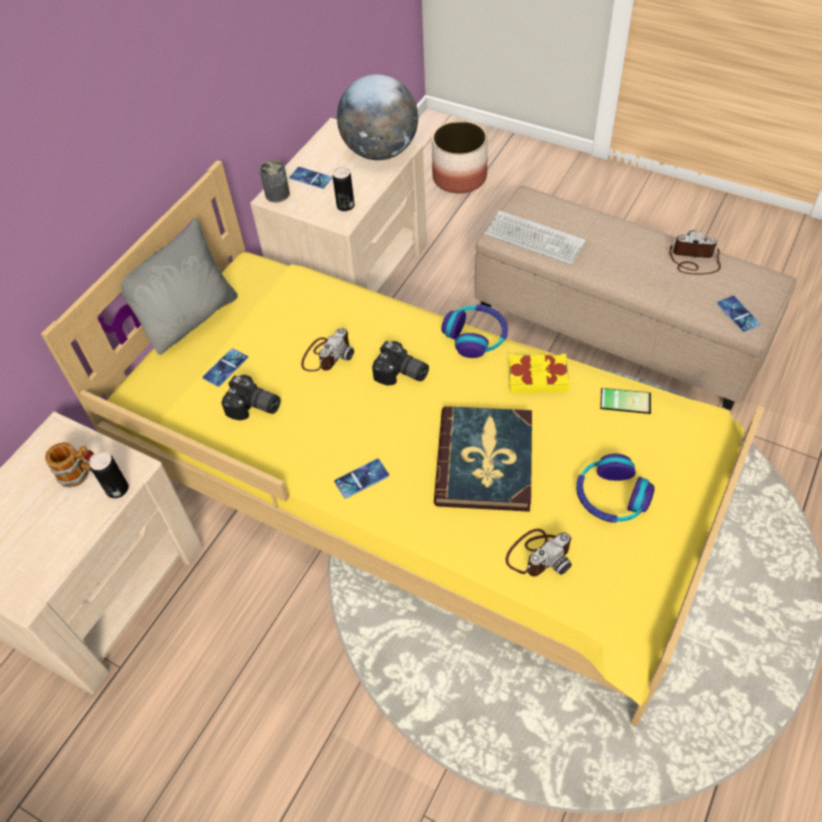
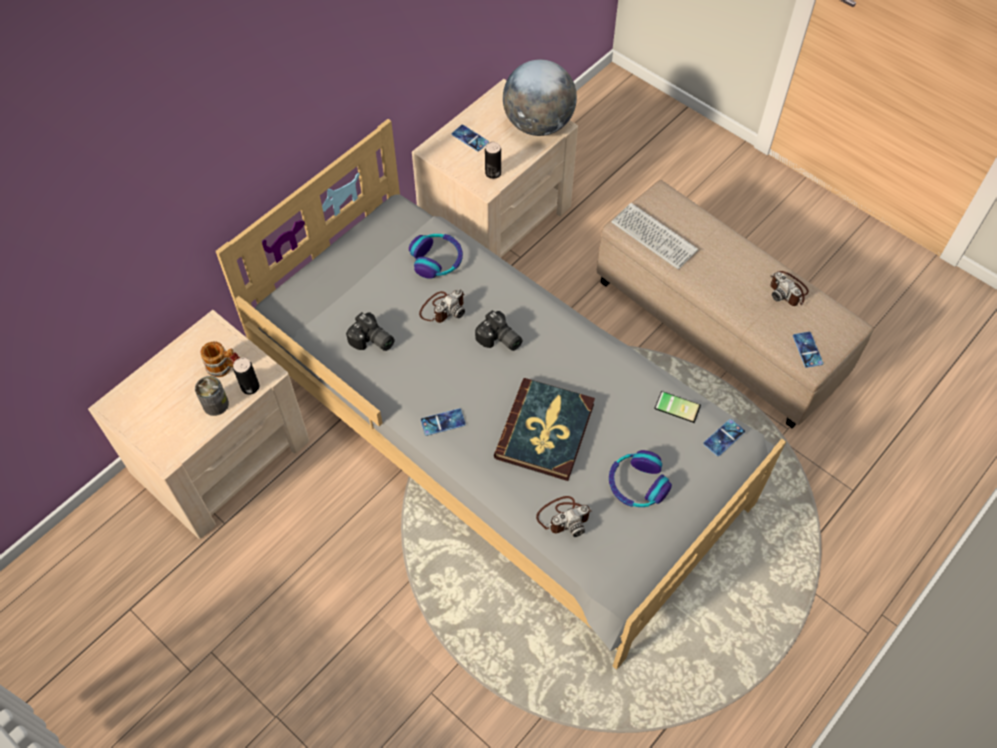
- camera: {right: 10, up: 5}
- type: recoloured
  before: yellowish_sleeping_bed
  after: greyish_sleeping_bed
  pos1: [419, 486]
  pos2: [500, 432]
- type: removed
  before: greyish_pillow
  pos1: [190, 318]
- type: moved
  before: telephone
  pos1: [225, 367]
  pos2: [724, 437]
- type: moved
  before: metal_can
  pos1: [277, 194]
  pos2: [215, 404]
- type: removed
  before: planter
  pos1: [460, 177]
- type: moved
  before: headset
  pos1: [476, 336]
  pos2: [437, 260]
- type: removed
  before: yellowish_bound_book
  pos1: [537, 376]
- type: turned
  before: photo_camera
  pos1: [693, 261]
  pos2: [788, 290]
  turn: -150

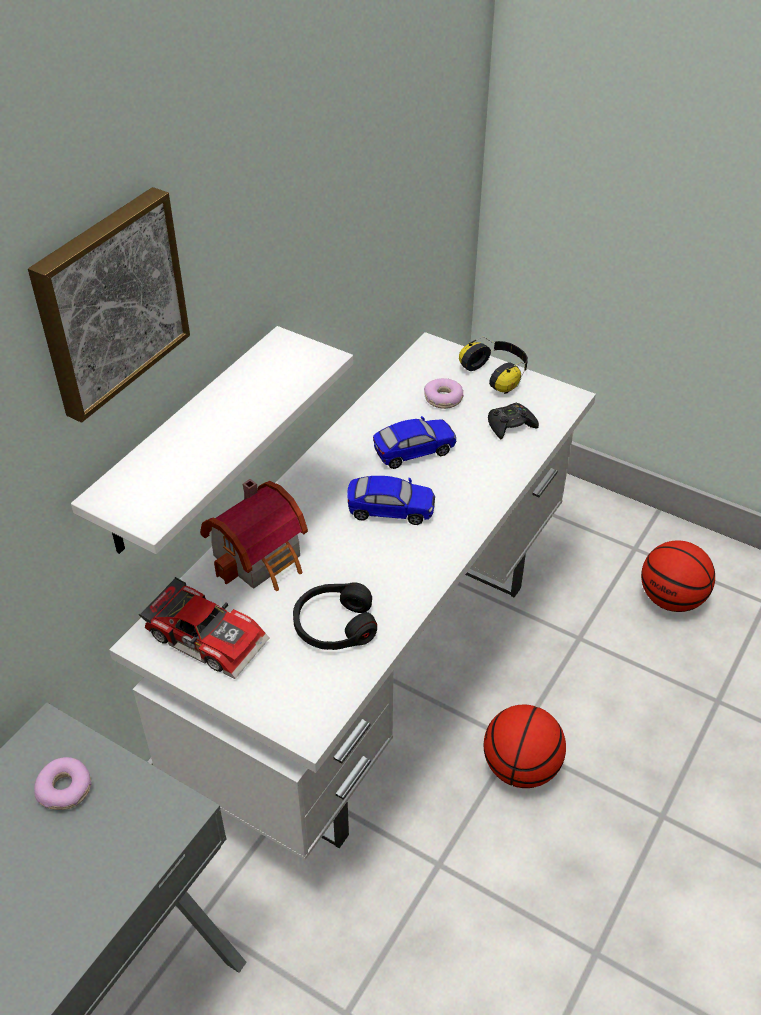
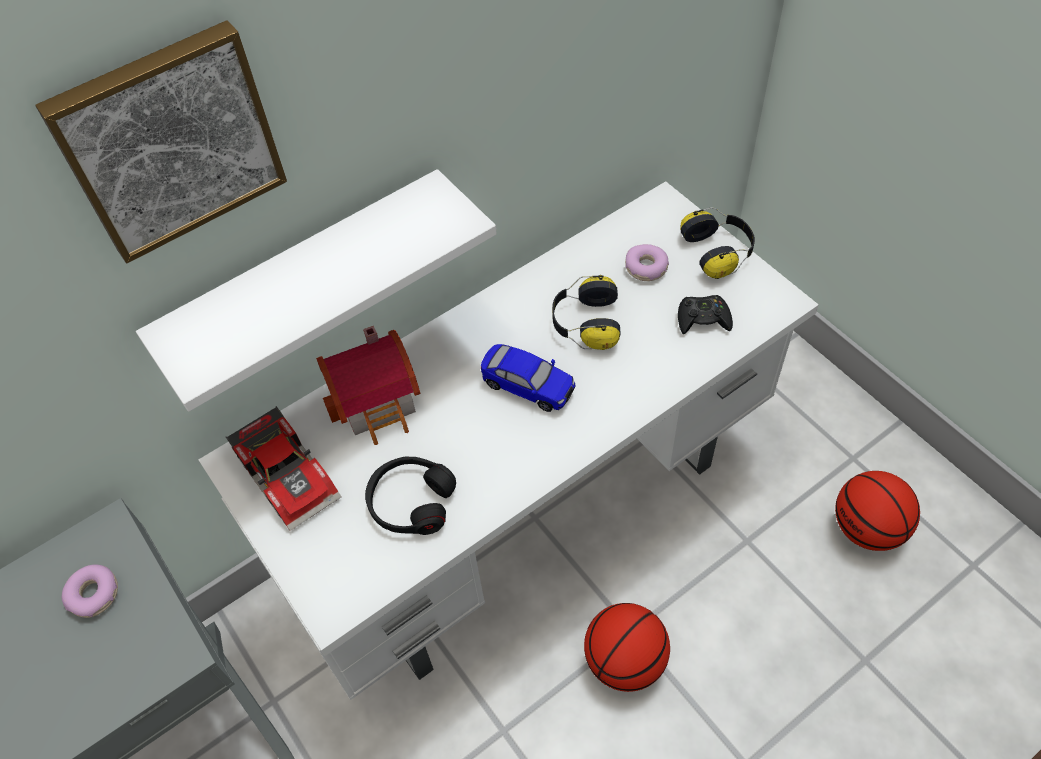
- camera: {right: 25, up: 10}
- type: replaced
  before: miniature_car
  after: headset
  pos1: [414, 452]
  pos2: [585, 323]

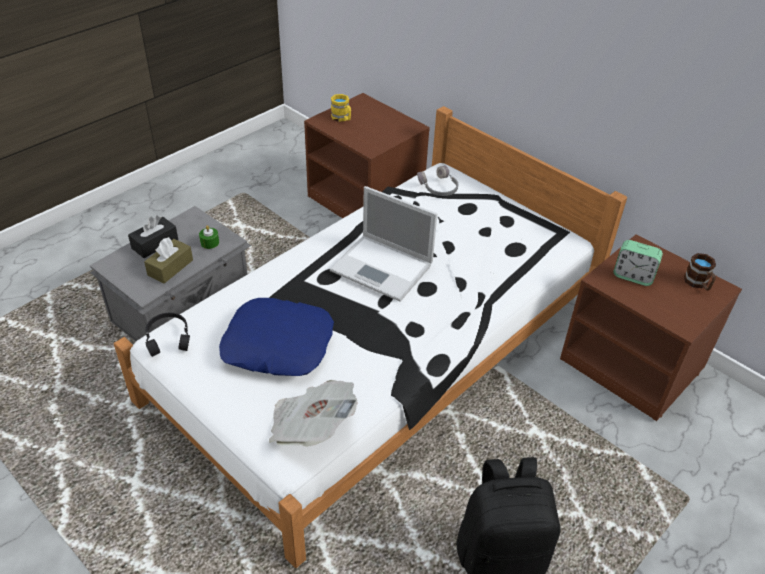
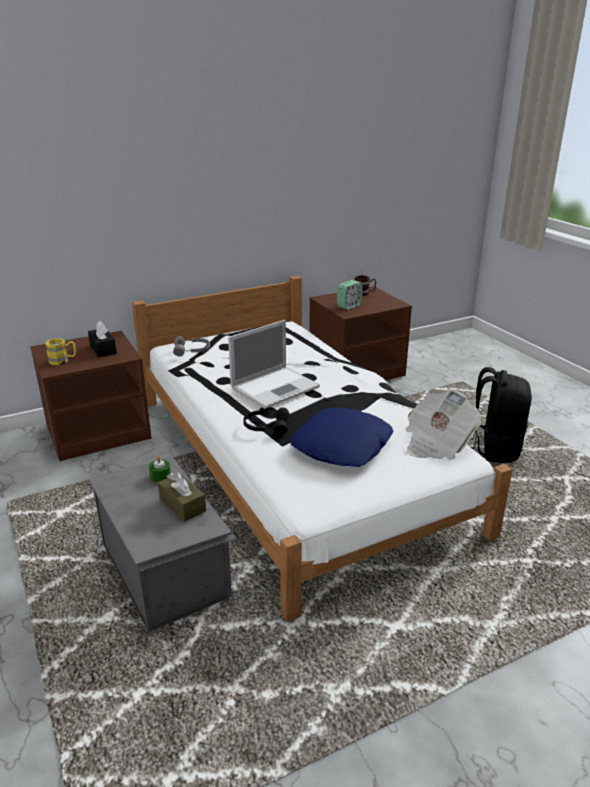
- camera: {right: -70, up: -15}
- type: moved
  before: blackish_tissue_holder
  pos1: [155, 244]
  pos2: [103, 349]
- type: moved
  before: blackish_headset
  pos1: [169, 338]
  pos2: [266, 426]

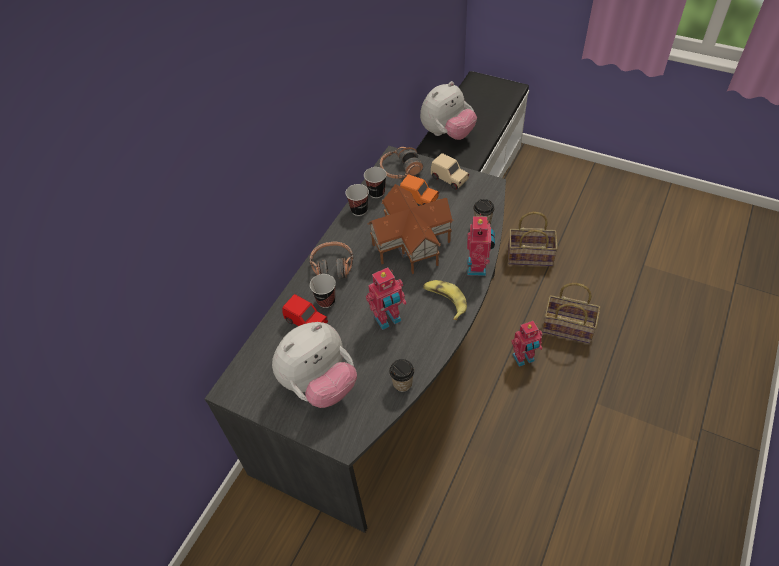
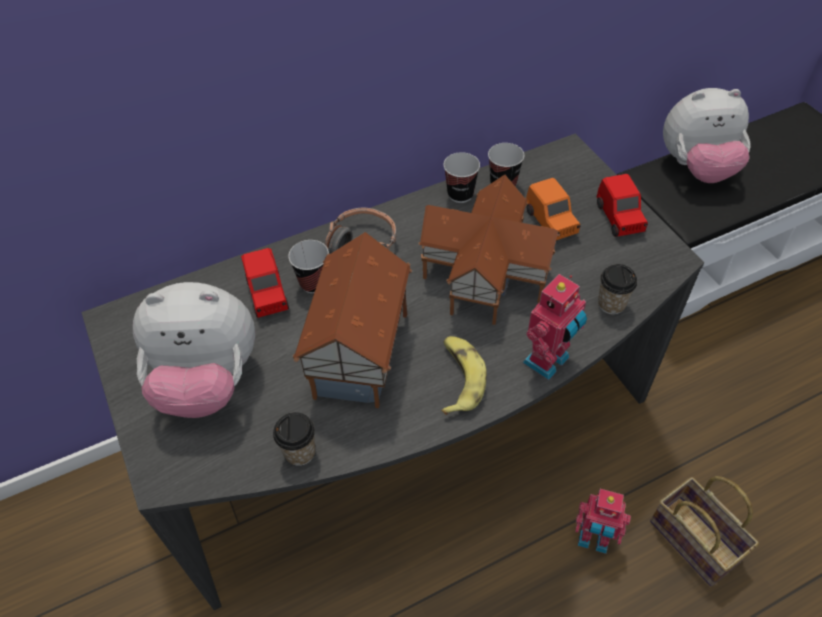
- camera: {right: 35, up: 0}
- type: replaced
  before: toy_robot
  after: miniature_house
  pos1: [388, 320]
  pos2: [363, 355]
- type: removed
  before: headset
  pos1: [400, 170]
- type: recoloured
  before: beige_miniature_car
  after: red_miniature_car
  pos1: [449, 179]
  pos2: [619, 218]
- type: removed
  before: storage_basket
  pos1: [531, 255]

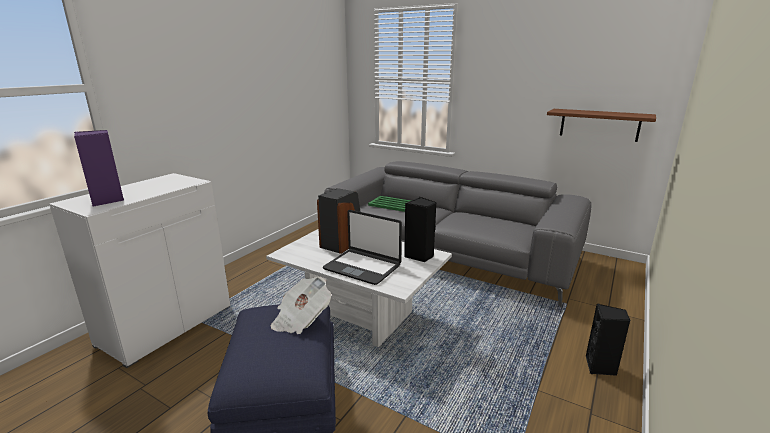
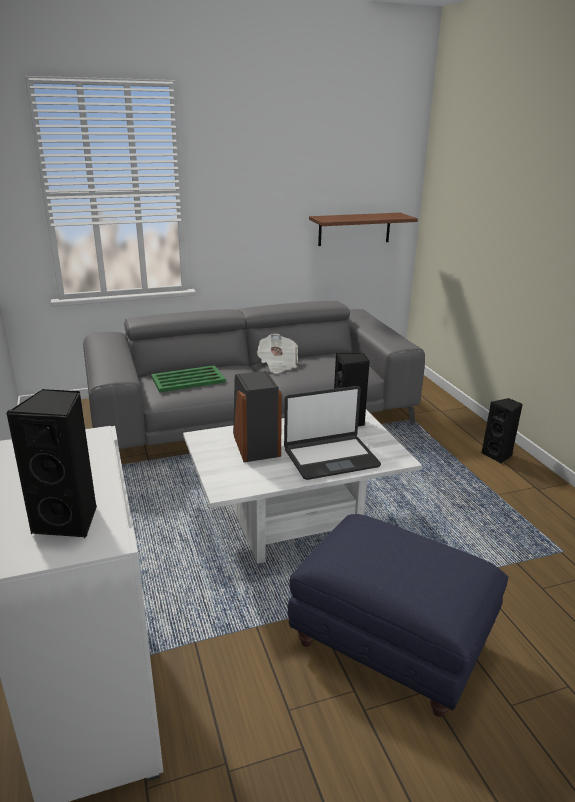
- camera: {right: -50, up: 5}
- type: recoloured
  before: purple-coloured_speaker
  after: blackish_speaker
  pos1: [107, 200]
  pos2: [69, 521]
- type: moved
  before: printed_paper
  pos1: [301, 319]
  pos2: [277, 364]

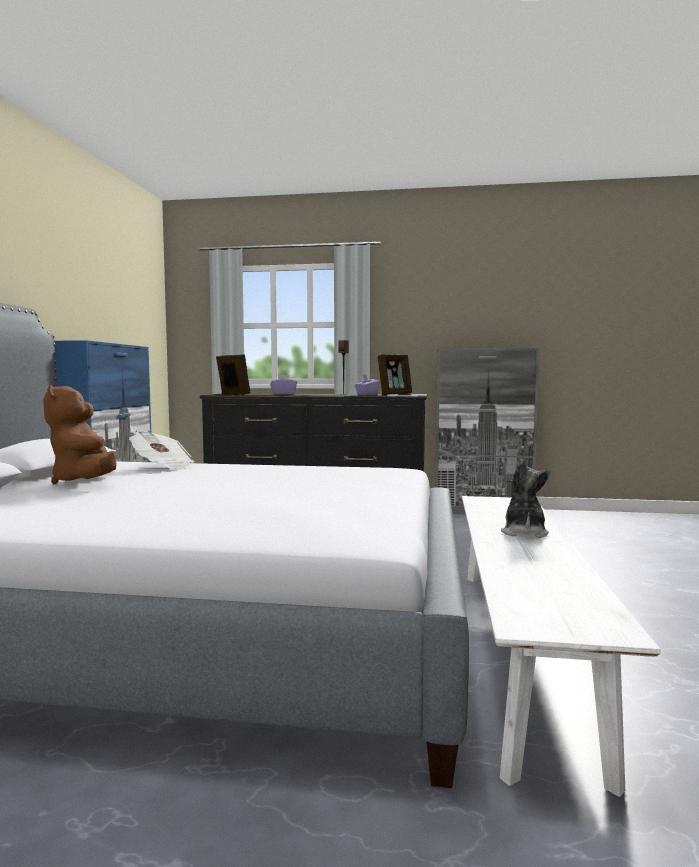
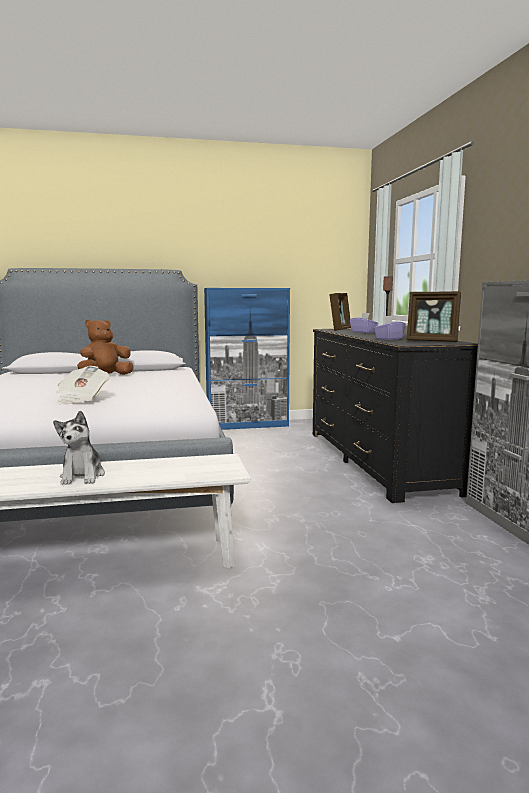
- camera: {right: 70, up: 5}
- type: moved
  before: printed_paper
  pos1: [163, 467]
  pos2: [81, 399]
- type: turned
  before: plush_toy
  pos1: [524, 532]
  pos2: [82, 476]
  turn: 90

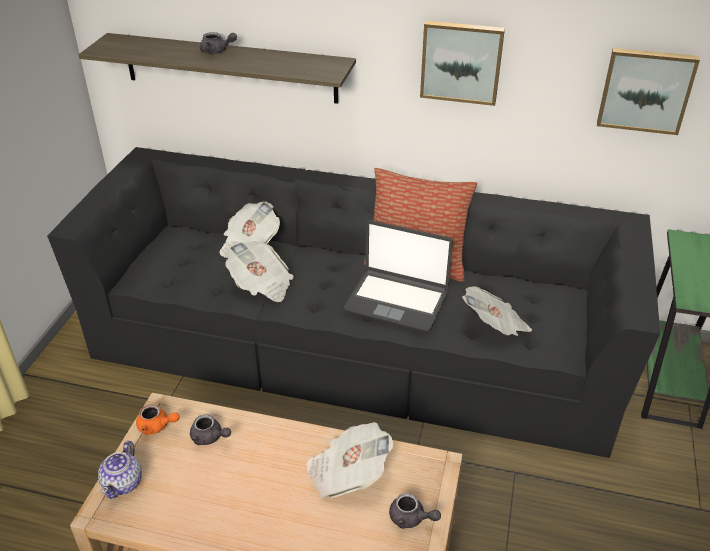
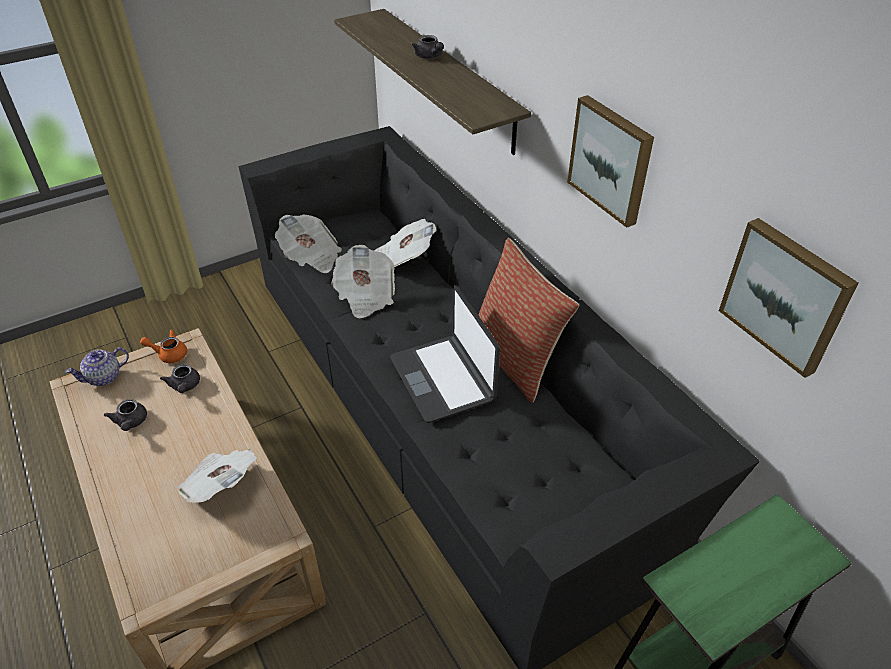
- camera: {right: 45, up: 5}
- type: turned
  before: orange_tea_pot
  pos1: [157, 426]
  pos2: [169, 354]
  turn: 120
- type: moved
  before: greyish_tea_pot
  pos1: [411, 519]
  pos2: [131, 423]
- type: moved
  before: printed_paper
  pos1: [495, 326]
  pos2: [311, 257]

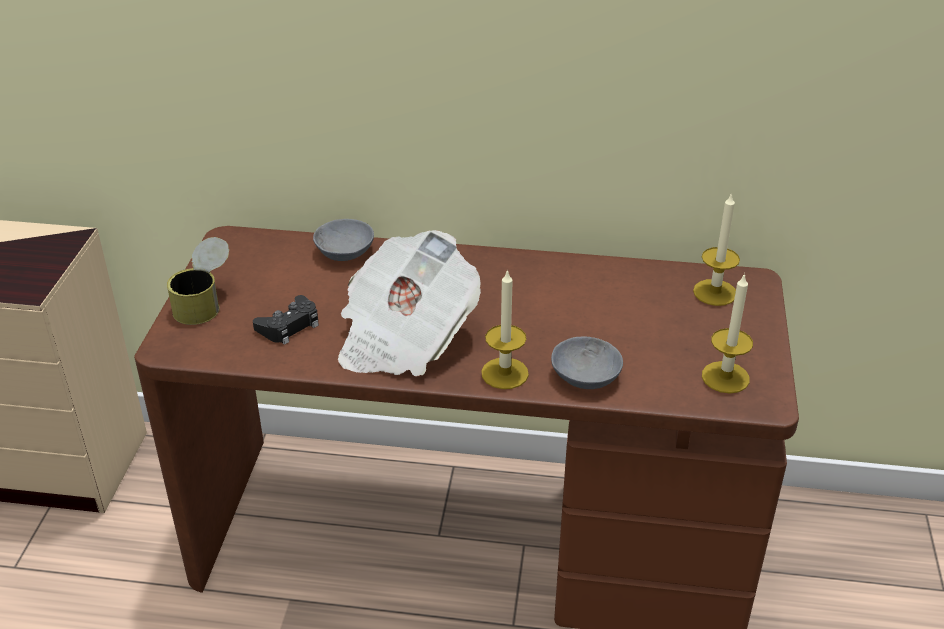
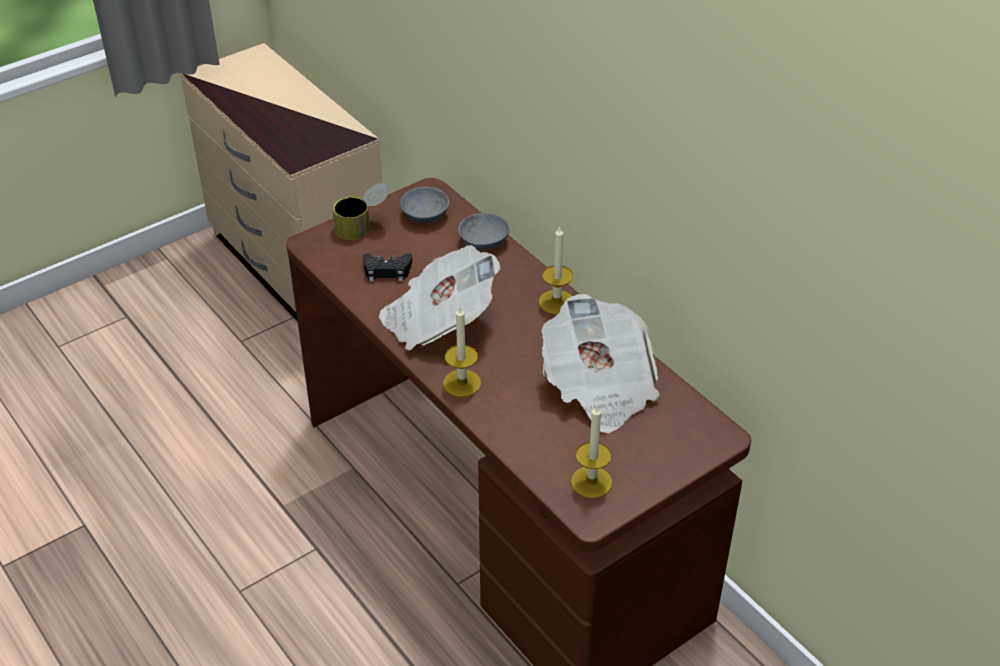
- camera: {right: 45, up: 5}
- type: moved
  before: greyish_deep_dish
  pos1: [583, 377]
  pos2: [423, 214]
- type: moved
  before: wax_light
  pos1: [715, 292]
  pos2: [556, 302]
- type: added
  after: printed_paper
  pos2: [598, 387]

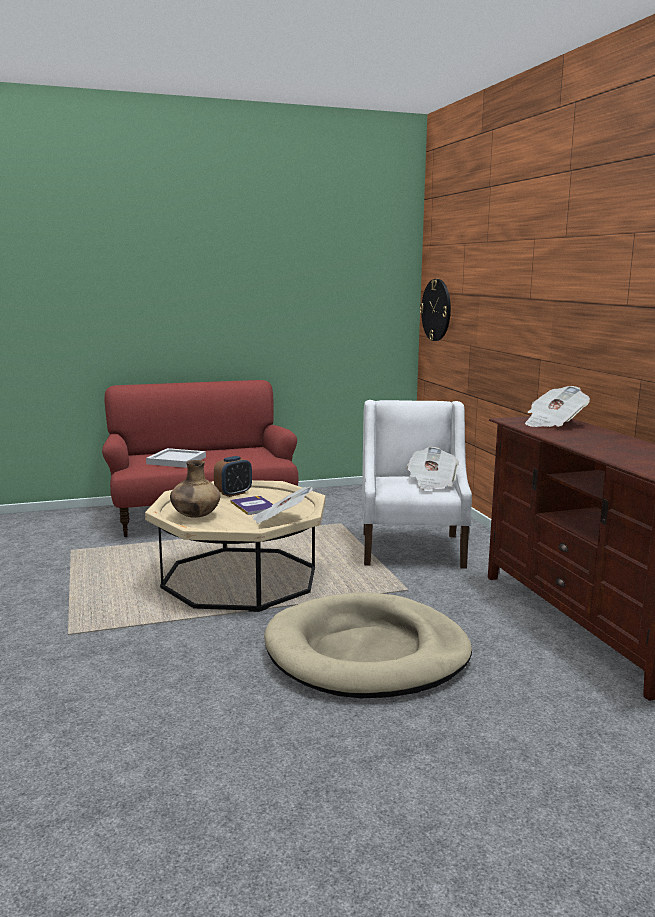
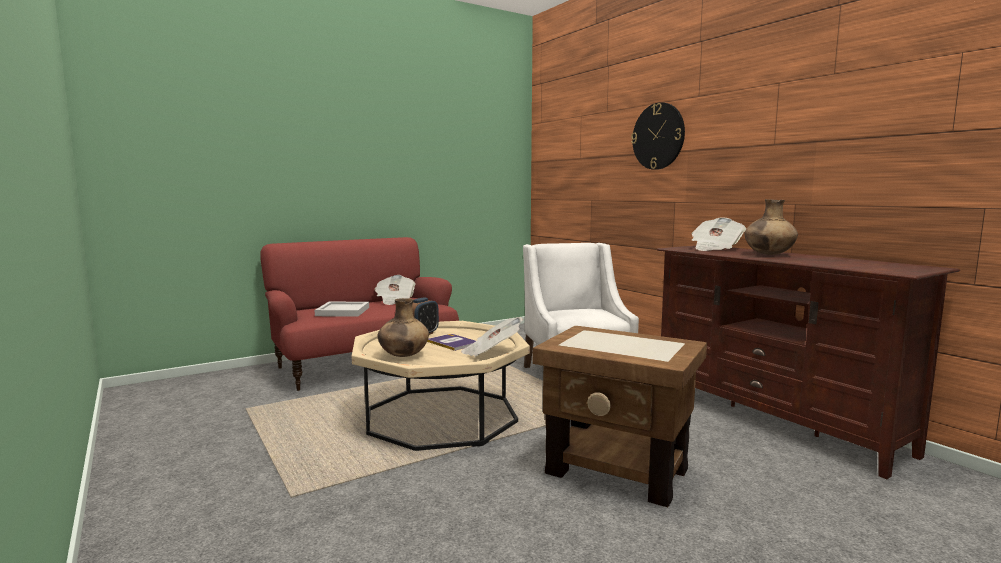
- camera: {right: -15, up: -5}
- type: replaced
  before: beige_dog_bed
  after: brown_accent_table
  pos1: [367, 653]
  pos2: [616, 471]
- type: moved
  before: printed_paper
  pos1: [431, 483]
  pos2: [395, 300]
- type: moved
  before: hanging_clock
  pos1: [436, 310]
  pos2: [658, 136]
- type: added
  after: brown_decorative_vase
  pos2: [768, 254]

